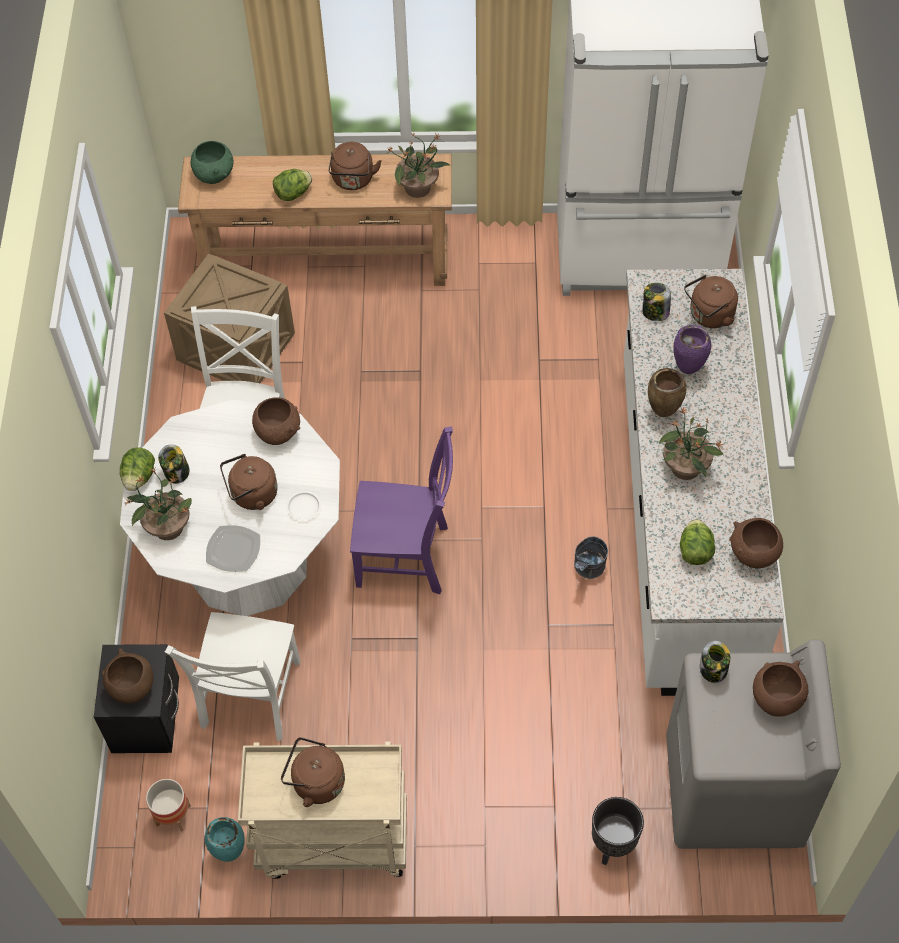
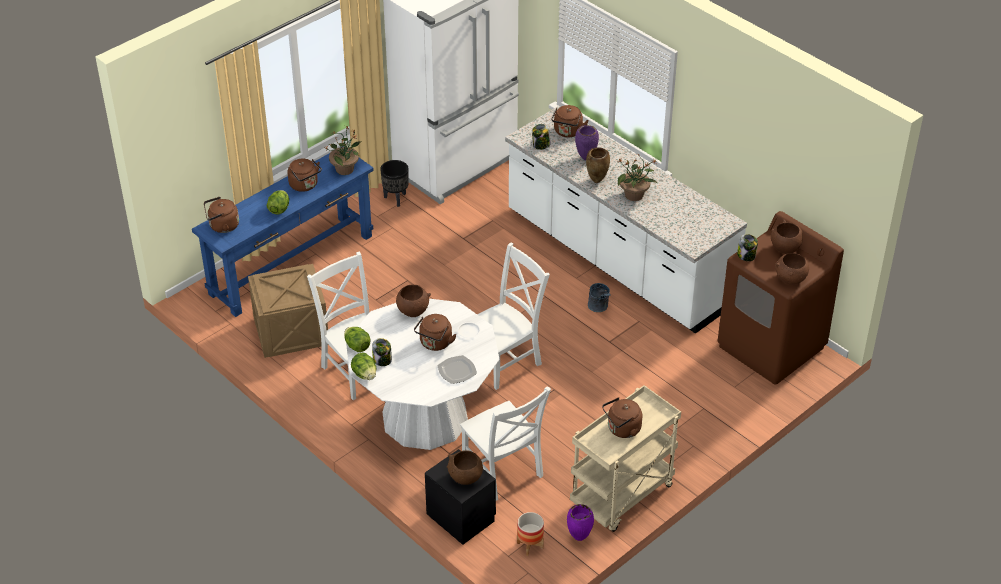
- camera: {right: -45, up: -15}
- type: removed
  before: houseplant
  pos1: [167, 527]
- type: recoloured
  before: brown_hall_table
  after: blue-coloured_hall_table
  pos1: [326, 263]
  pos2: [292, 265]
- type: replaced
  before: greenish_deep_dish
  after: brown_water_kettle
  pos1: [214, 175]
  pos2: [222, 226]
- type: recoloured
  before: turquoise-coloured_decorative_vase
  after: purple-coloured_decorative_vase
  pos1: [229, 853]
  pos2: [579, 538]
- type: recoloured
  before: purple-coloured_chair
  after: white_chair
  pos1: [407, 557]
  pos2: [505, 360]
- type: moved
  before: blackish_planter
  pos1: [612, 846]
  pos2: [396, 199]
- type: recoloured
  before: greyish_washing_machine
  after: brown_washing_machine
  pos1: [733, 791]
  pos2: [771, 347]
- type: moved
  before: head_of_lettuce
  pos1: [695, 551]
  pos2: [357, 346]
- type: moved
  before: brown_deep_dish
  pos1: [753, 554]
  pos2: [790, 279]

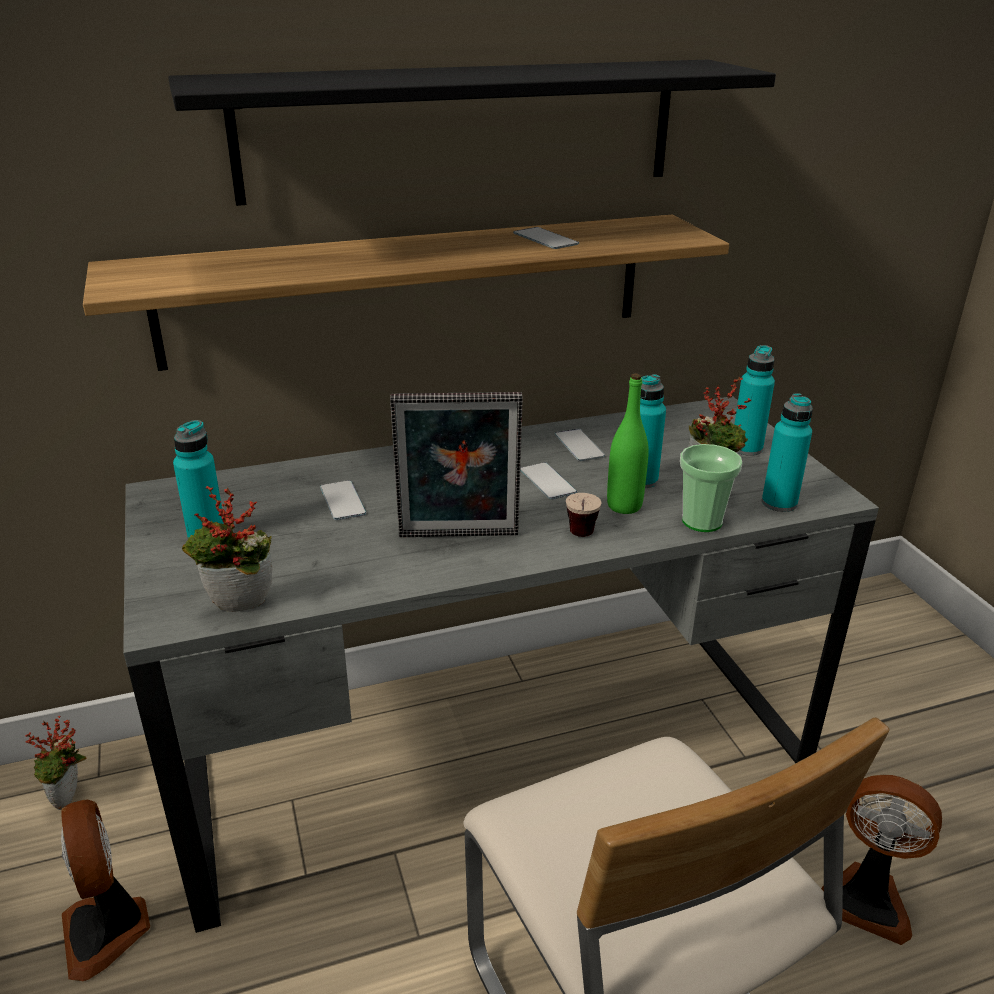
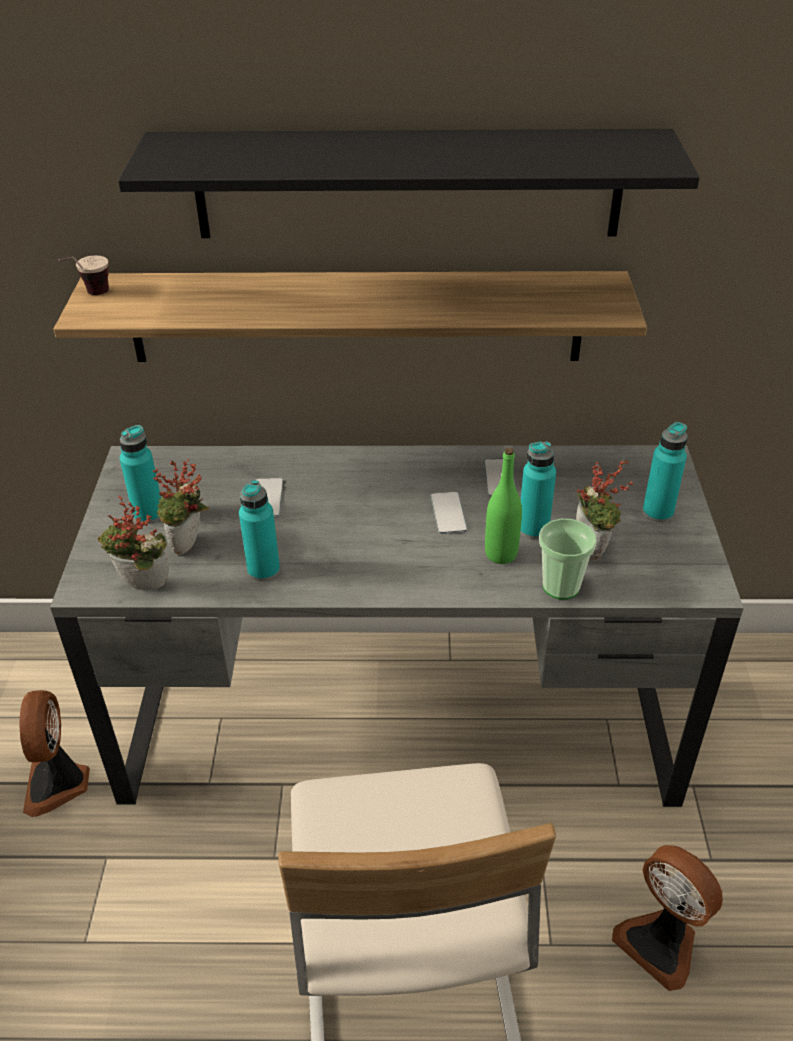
- camera: {right: 20, up: 10}
- type: moved
  before: houseplant
  pos1: [70, 799]
  pos2: [189, 547]
- type: removed
  before: standing_frame
  pos1: [458, 538]
- type: removed
  before: telephone
  pos1: [545, 239]
- type: moved
  before: cup
  pos1: [580, 539]
  pos2: [90, 296]
- type: moved
  before: turquoise-coloured_bottle
  pos1: [779, 503]
  pos2: [263, 570]

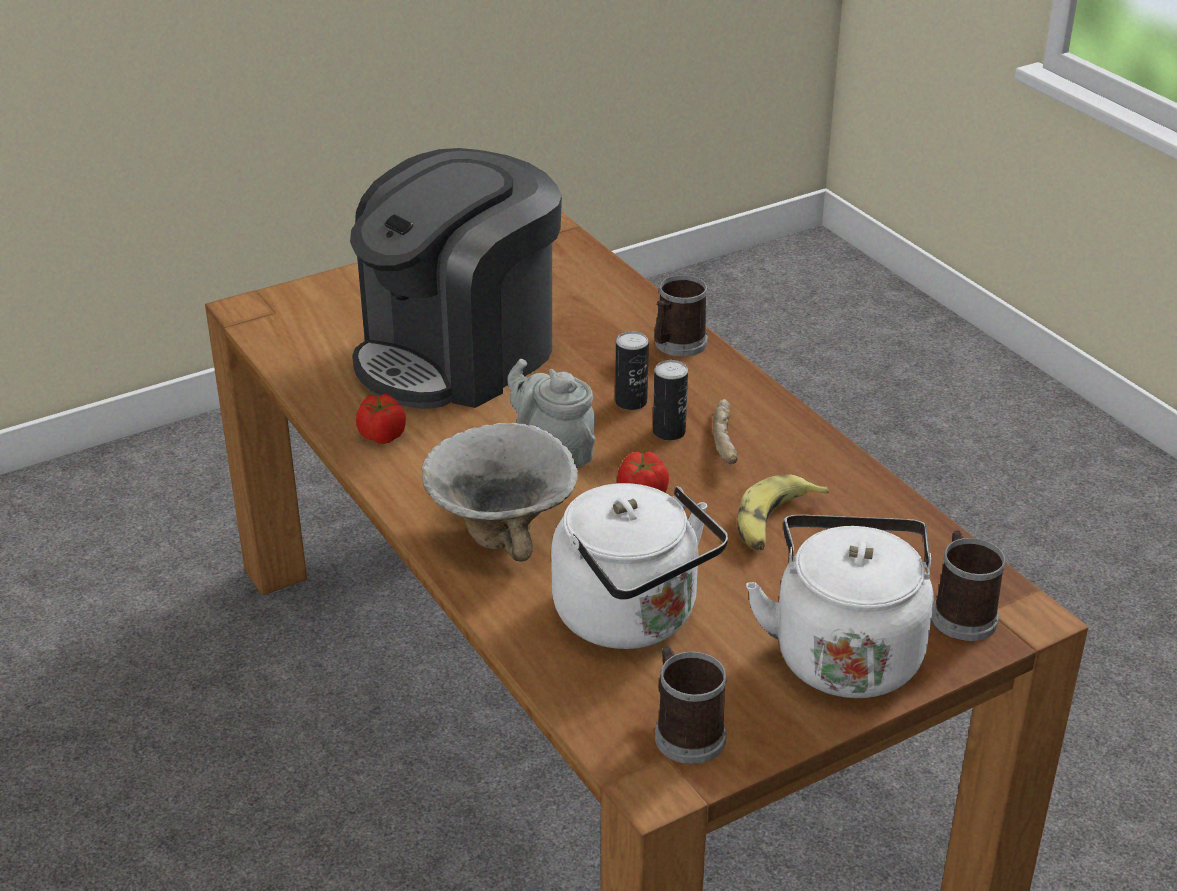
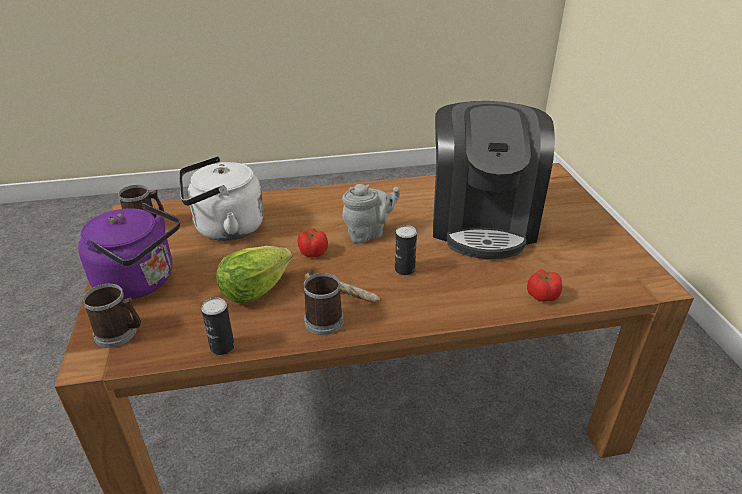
- camera: {right: 110, up: 0}
- type: turned
  before: coffee_brewer
  pos1: [458, 354]
  pos2: [482, 222]
  turn: -150
- type: moved
  before: whole_tomato
  pos1: [382, 435]
  pos2: [542, 295]
- type: removed
  before: deep_dish
  pos1: [504, 531]
- type: moved
  before: metal_can
  pos1: [669, 432]
  pos2: [222, 347]
- type: moved
  before: coffee_mug
  pos1: [676, 345]
  pos2: [322, 318]
- type: replaced
  before: banana
  after: head_of_lettuce
  pos1: [774, 523]
  pos2: [254, 290]
- type: recoloured
  before: white_water_kettle
  after: purple-coloured_water_kettle
  pos1: [845, 652]
  pos2: [140, 282]

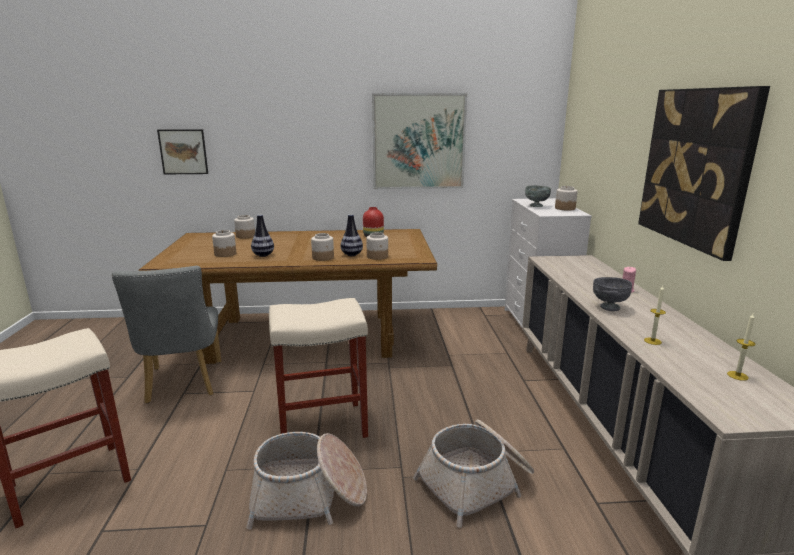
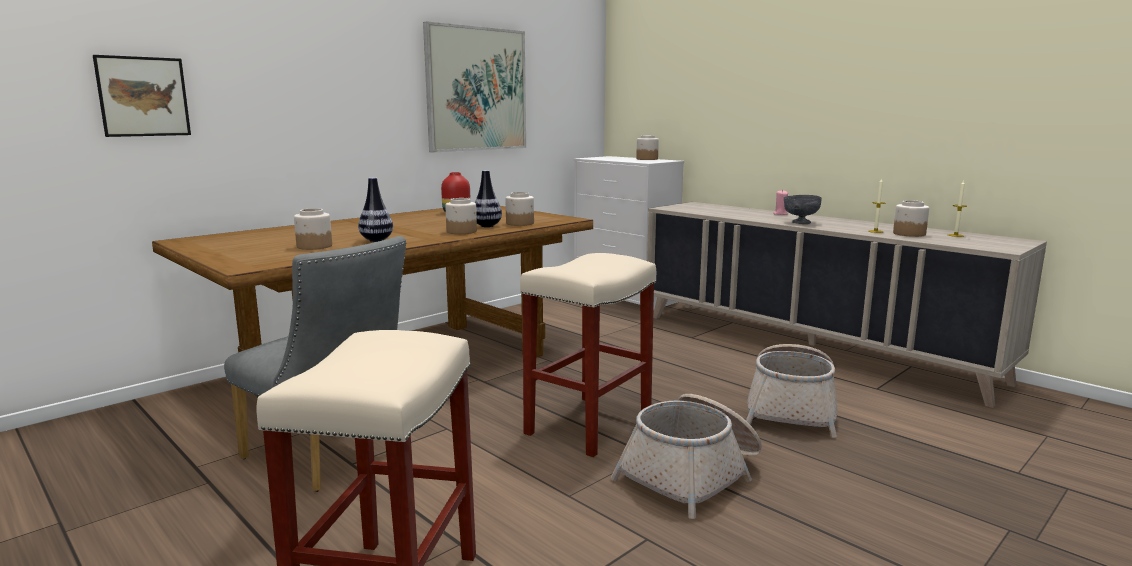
- camera: {right: -40, up: -5}
- type: moved
  before: storage_jar
  pos1: [245, 236]
  pos2: [908, 234]
- type: removed
  before: greyish_deep_dish
  pos1: [536, 206]
- type: removed
  before: picture
  pos1: [696, 167]

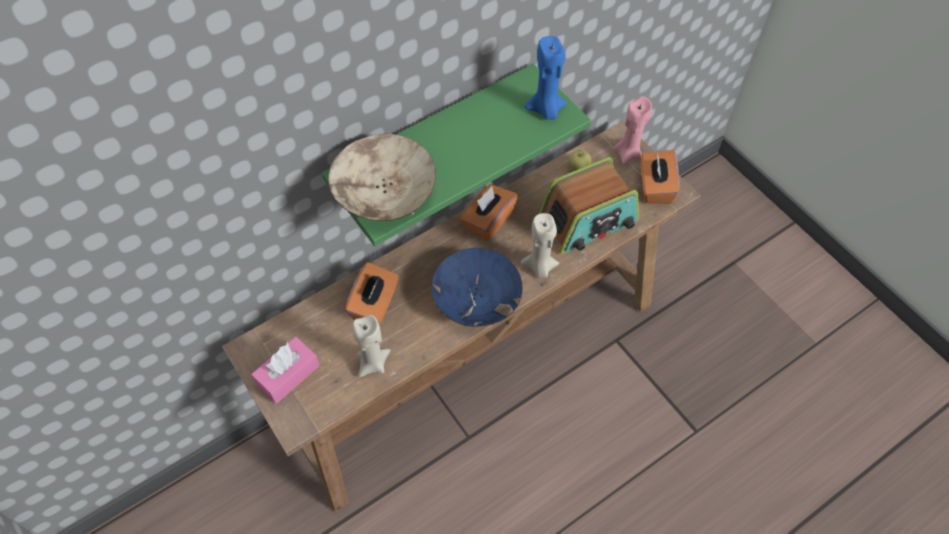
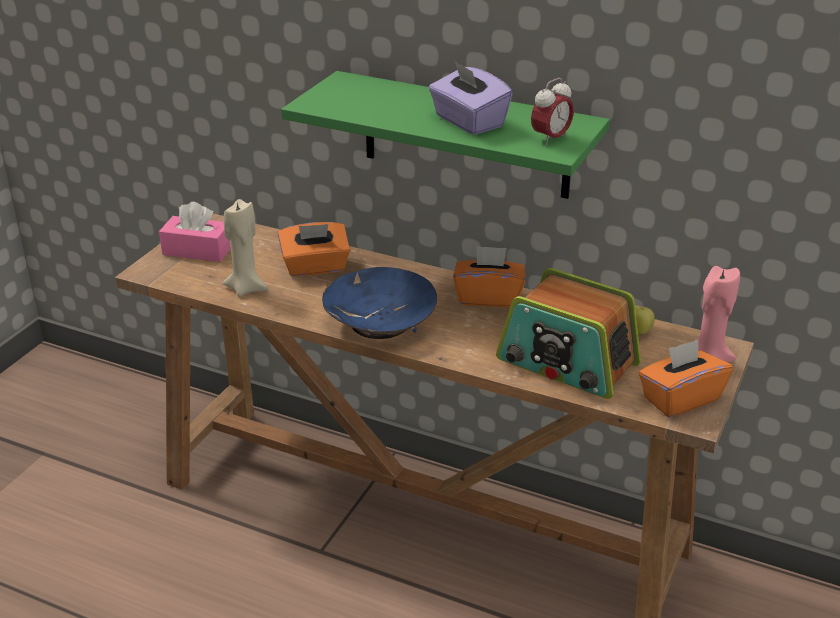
- camera: {right: 60, up: -25}
- type: removed
  before: beige_deep_dish
  pos1: [384, 192]
- type: removed
  before: beige_wax_light
  pos1: [539, 267]
- type: replaced
  before: blue-coloured_wax_light
  after: alarm_clock
  pos1: [546, 110]
  pos2: [550, 139]
- type: added
  after: purple-coloured_tissue_holder
  pos2: [468, 122]

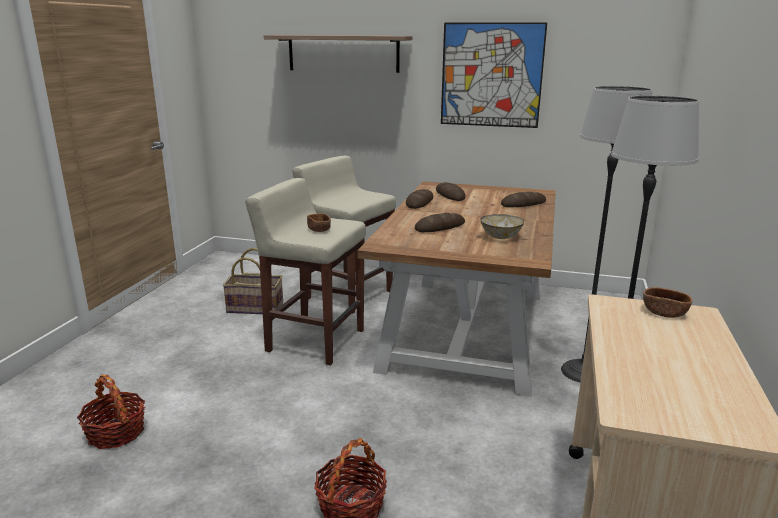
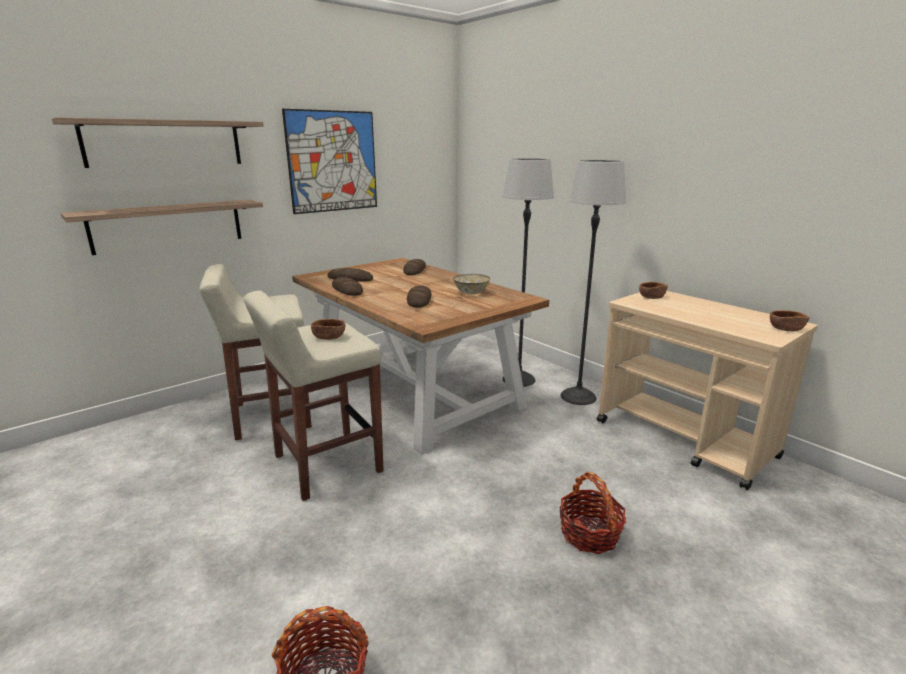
- camera: {right: -55, up: 0}
- type: removed
  before: storage_basket
  pos1: [255, 307]
- type: added
  after: shelf
  pos2: [168, 226]
- type: added
  after: brown_deep_dish
  pos2: [786, 329]

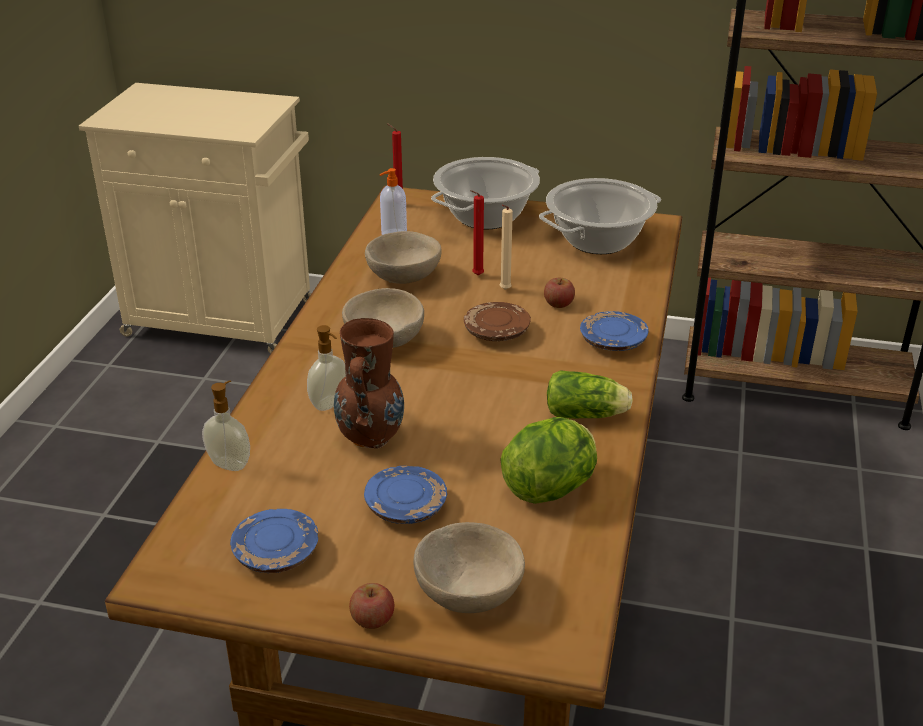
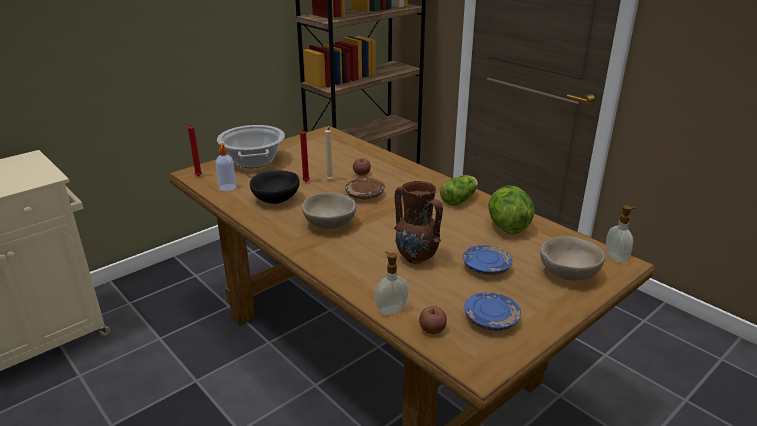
- camera: {right: -55, up: -5}
- type: moved
  before: soap_dispenser
  pos1: [330, 404]
  pos2: [616, 257]
- type: moved
  before: apple
  pos1: [372, 619]
  pos2: [432, 329]
- type: recoloured
  before: beige_deep_dish
  after: blackish_deep_dish
  pos1: [404, 277]
  pos2: [276, 199]
- type: removed
  before: cooking_pot
  pos1: [598, 240]
- type: removed
  before: blue-coloured_plate
  pos1: [612, 342]

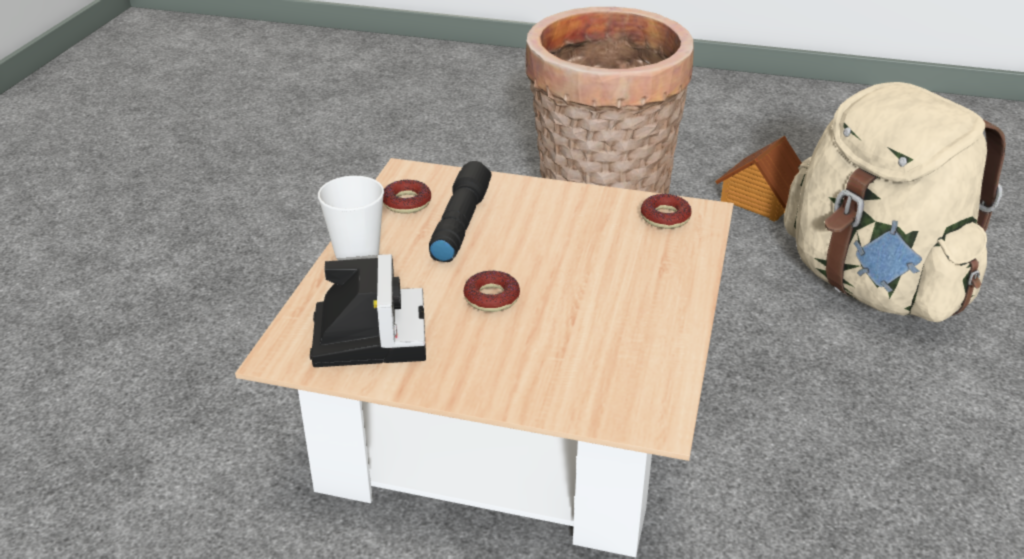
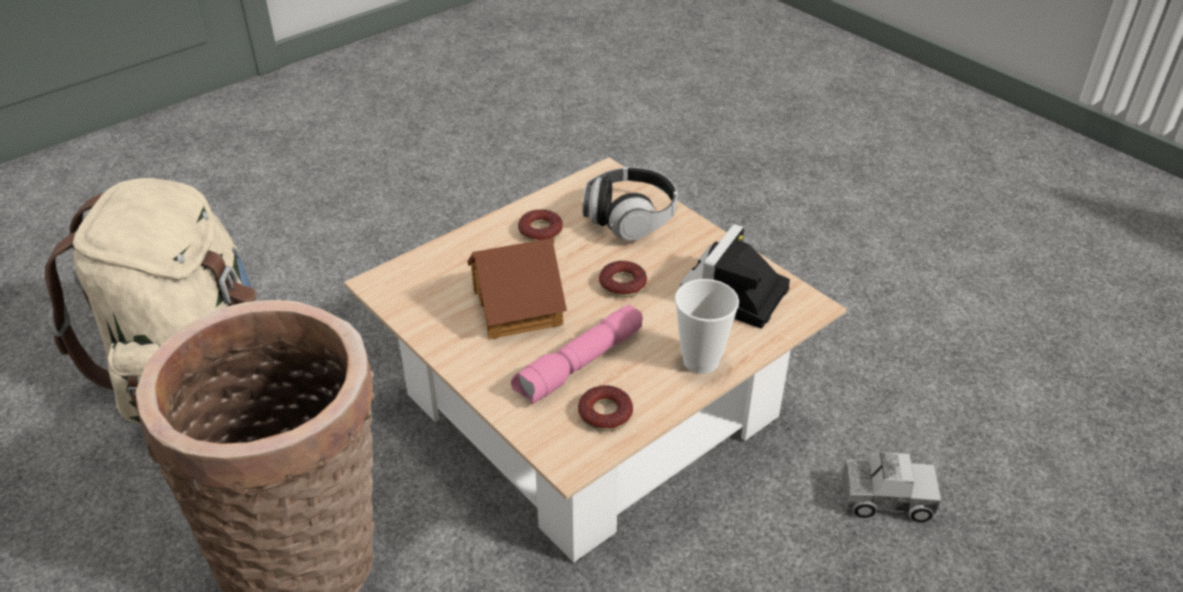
- camera: {right: -145, up: 5}
- type: recoloured
  before: blackish_torch
  after: pink-coloured_torch
  pos1: [459, 223]
  pos2: [580, 365]
- type: moved
  before: doughnut
  pos1: [665, 217]
  pos2: [540, 231]
- type: moved
  before: miniature_house
  pos1: [760, 200]
  pos2: [518, 306]
- type: added
  after: headset
  pos2: [630, 218]
- type: added
  after: toy_lorry
  pos2: [886, 499]

